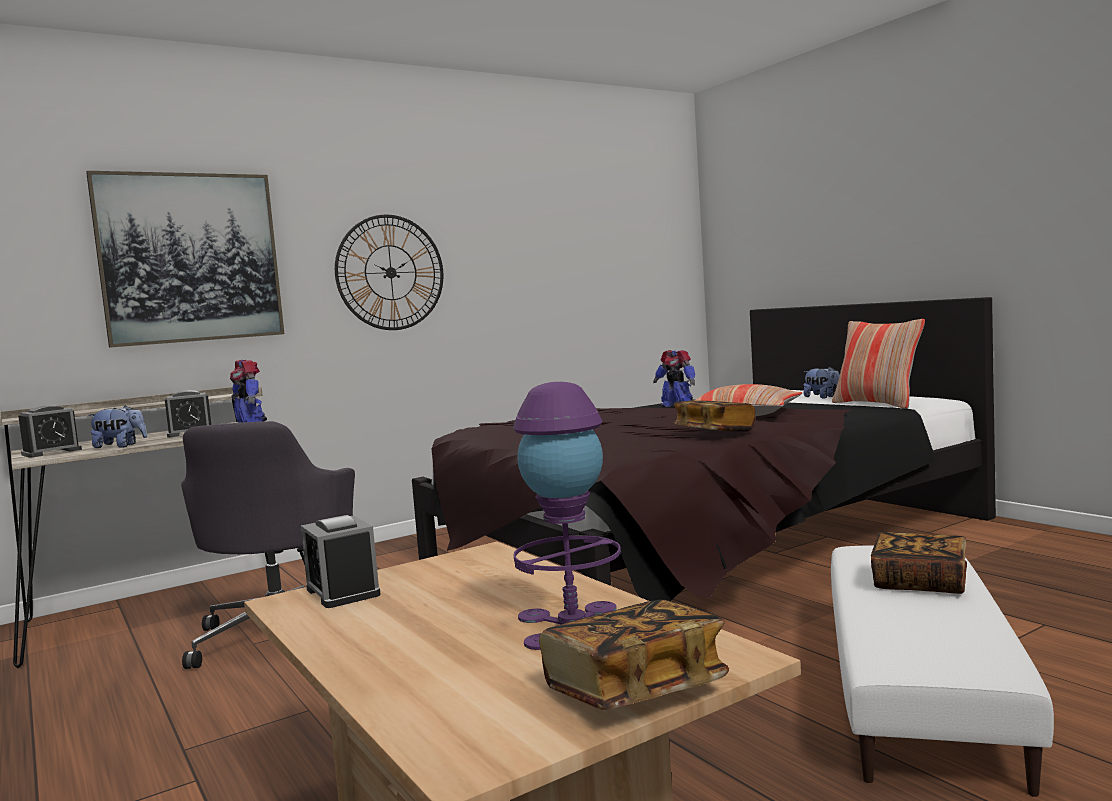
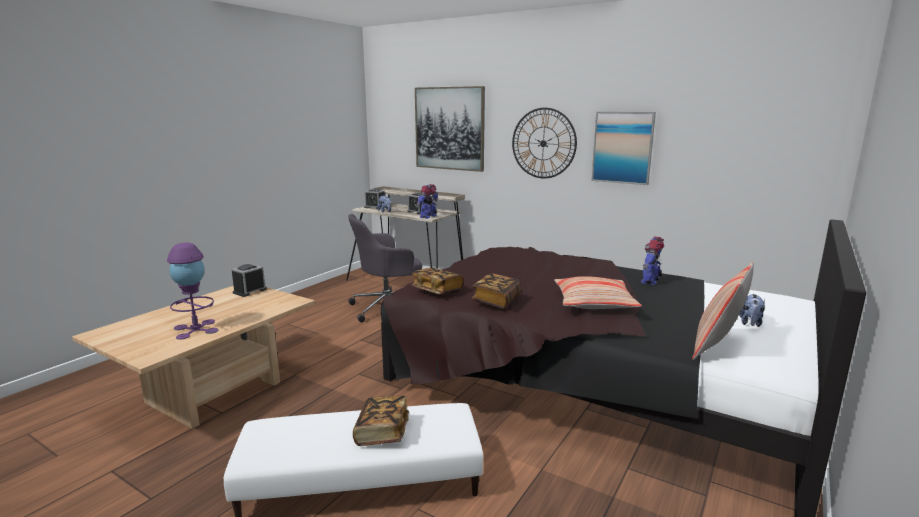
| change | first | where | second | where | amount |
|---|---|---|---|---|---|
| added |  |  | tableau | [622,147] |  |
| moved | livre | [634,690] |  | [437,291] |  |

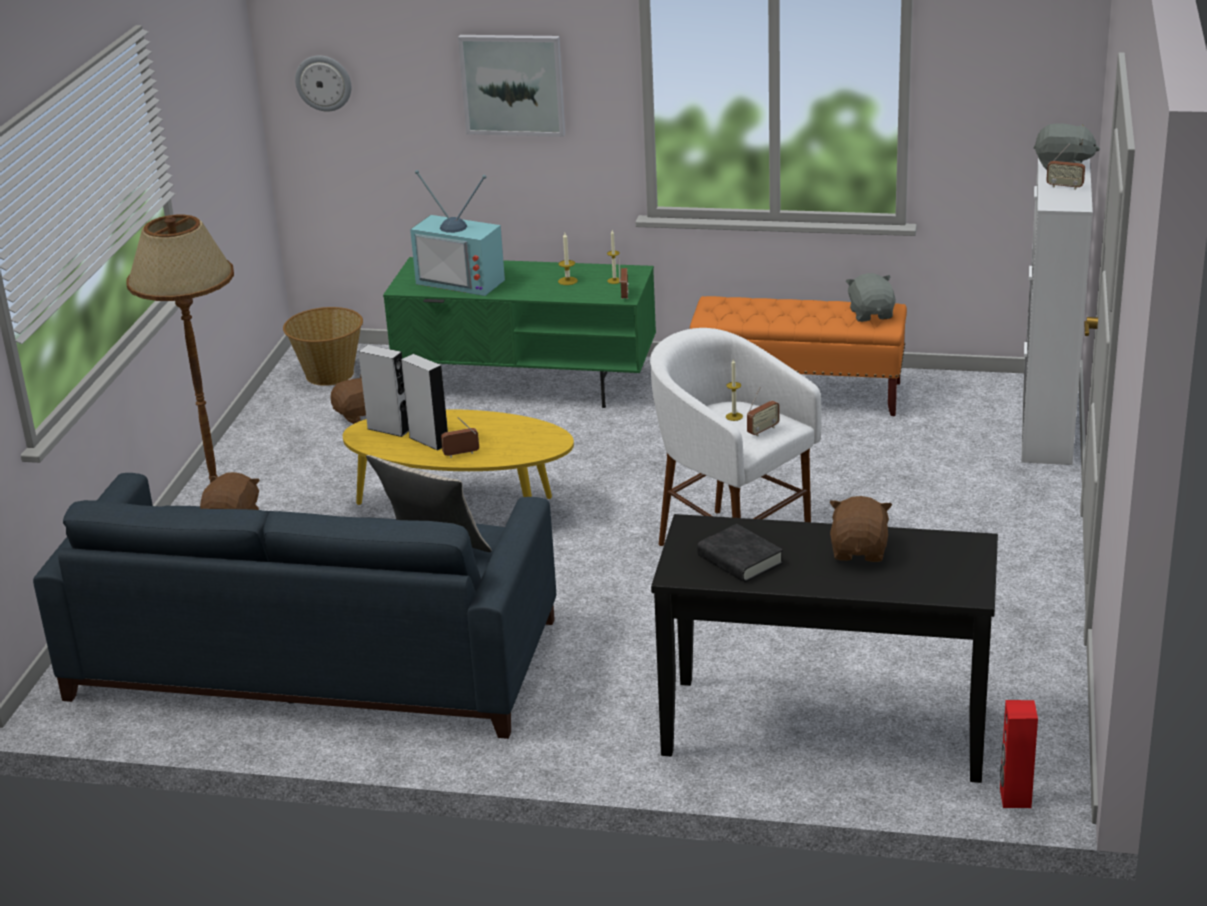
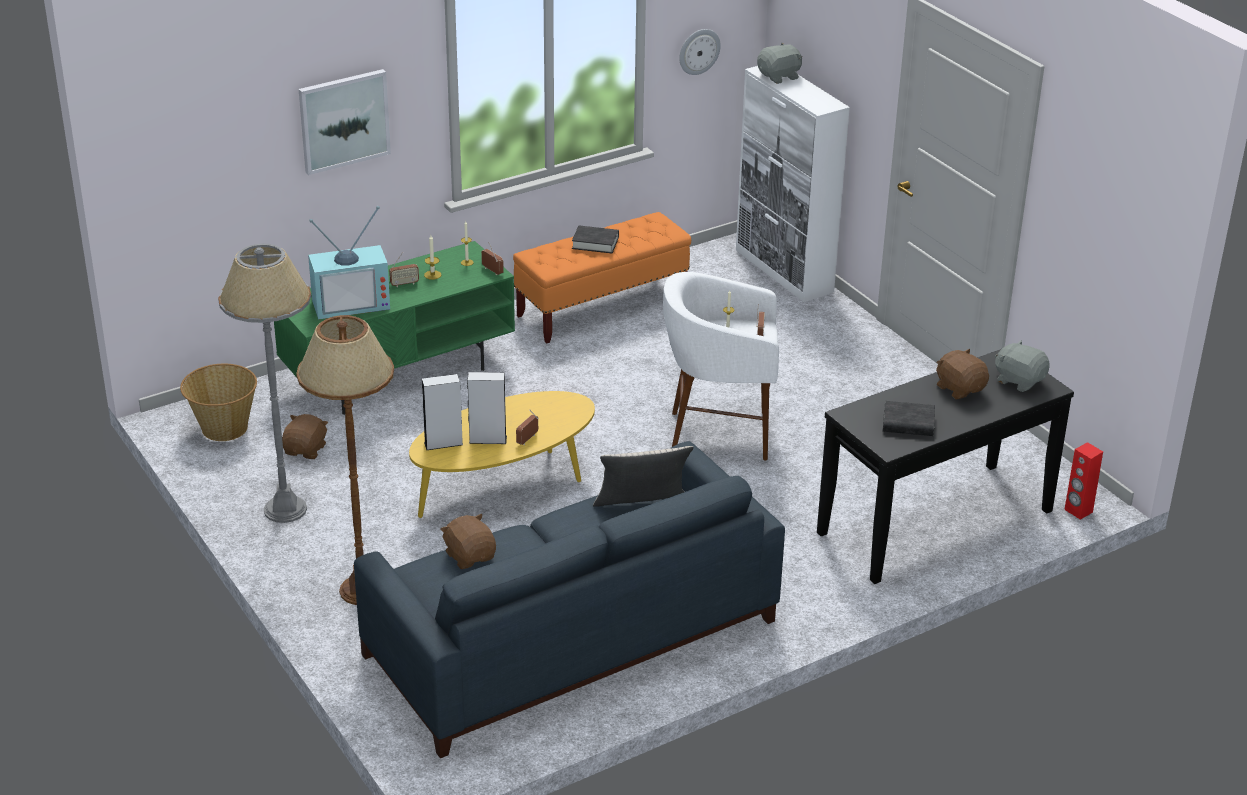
| change | first | where | second | where | amount |
|---|---|---|---|---|---|
| added |  |  | lampadaire [gris] | [285,509] |  |
| added |  |  | livre [noir] | [595,243] |  |
| moved | horloge murale | [324,82] |  | [699,51] |  |
| moved | peluche [gris] | [871,314] |  | [1019,380] |  |
| moved | radio | [1064,187] |  | [404,284] |  |

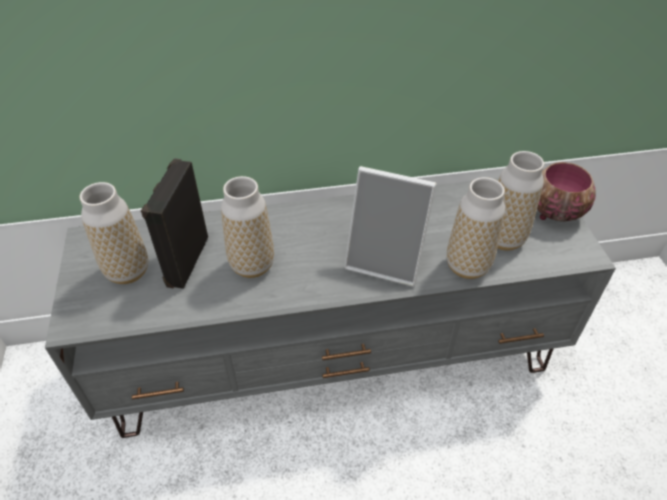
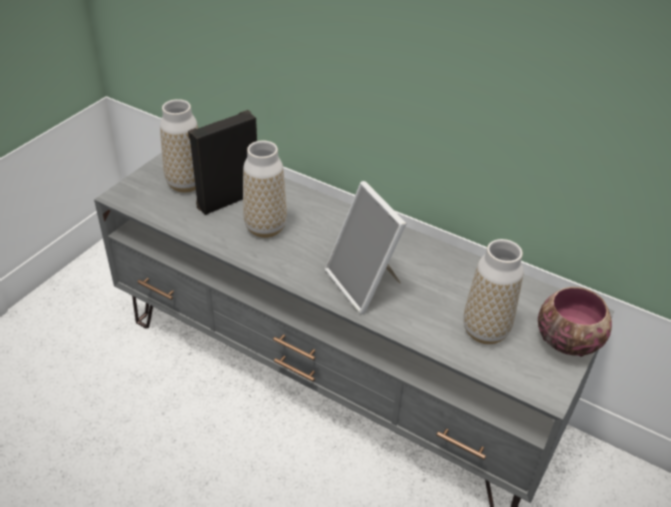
| change | first | where | second | where | amount |
|---|---|---|---|---|---|
| removed | vase | [467,266] |  |  |  |

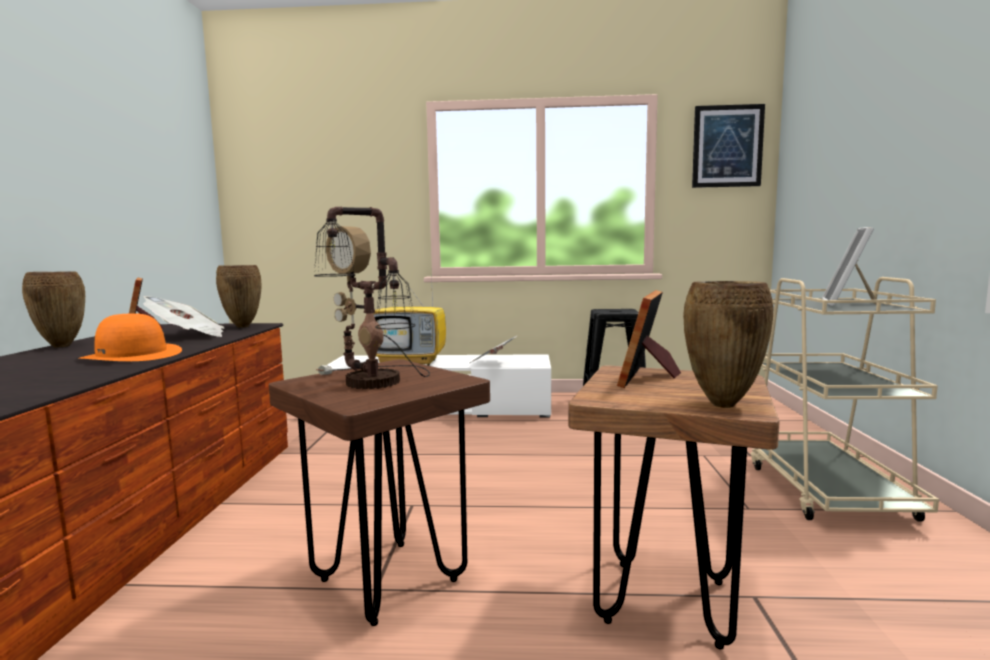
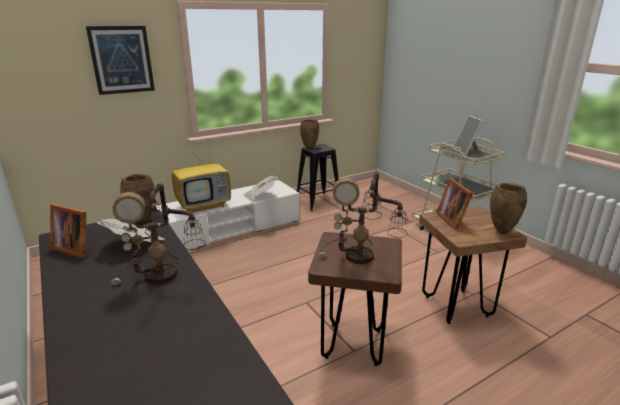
| change | first | where | second | where | amount |
|---|---|---|---|---|---|
| moved | vase [marron] | [62,346] |  | [309,149] |  |
| moved | tableau | [727,146] |  | [121,60] |  |
| replaced | chapeau [orange] | [132,355] | lampe de table | [163,276] |  |

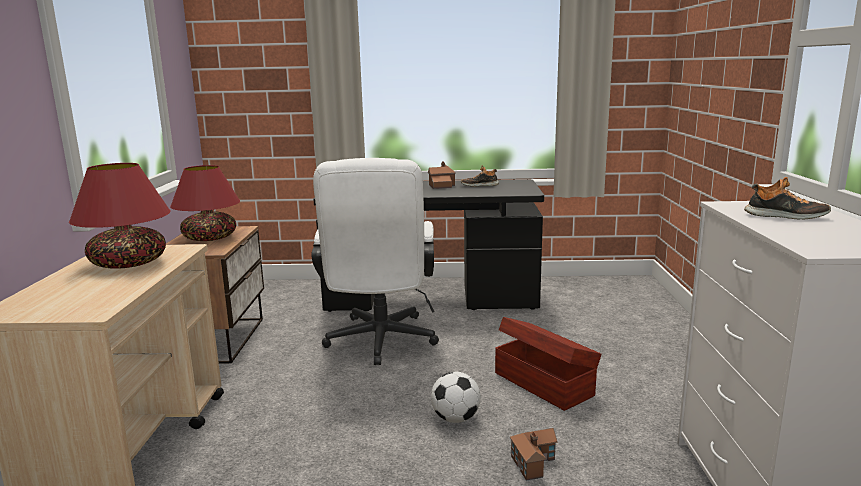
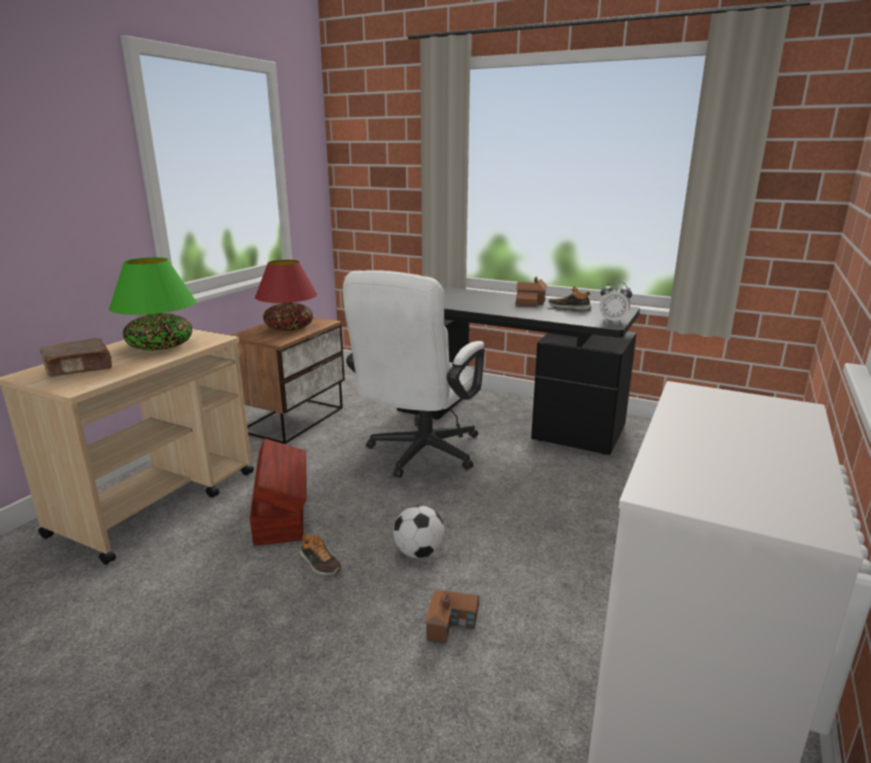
| change | first | where | second | where | amount |
|---|---|---|---|---|---|
| added |  |  | livre [marron] | [80,368] |  |
| added |  |  | réveil | [613,321] |  |
| moved | boîte de rangement [marron] | [543,383] |  | [282,513] |  |
| moved | chaussure | [786,216] |  | [319,564] |  |
| recoloured | lampe de table [rouge] | [129,263] | lampe de table [vert] | [160,346] |  |

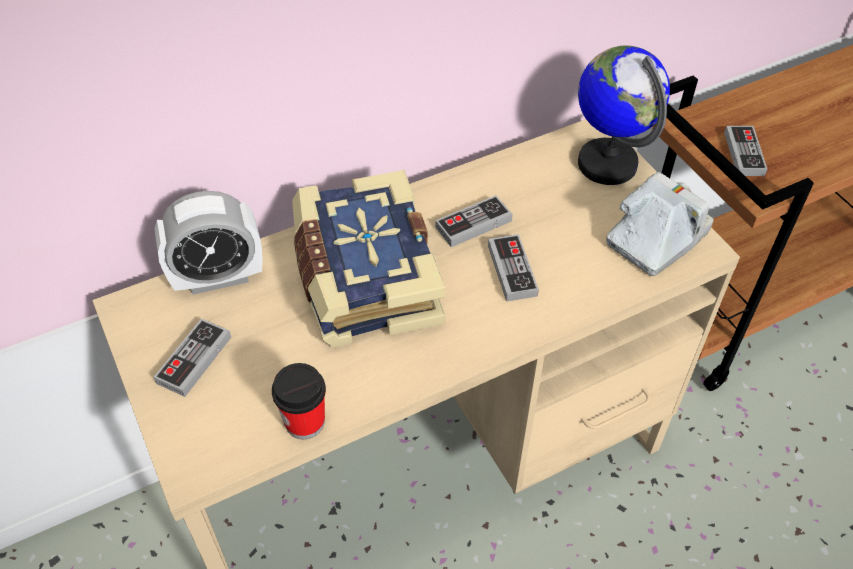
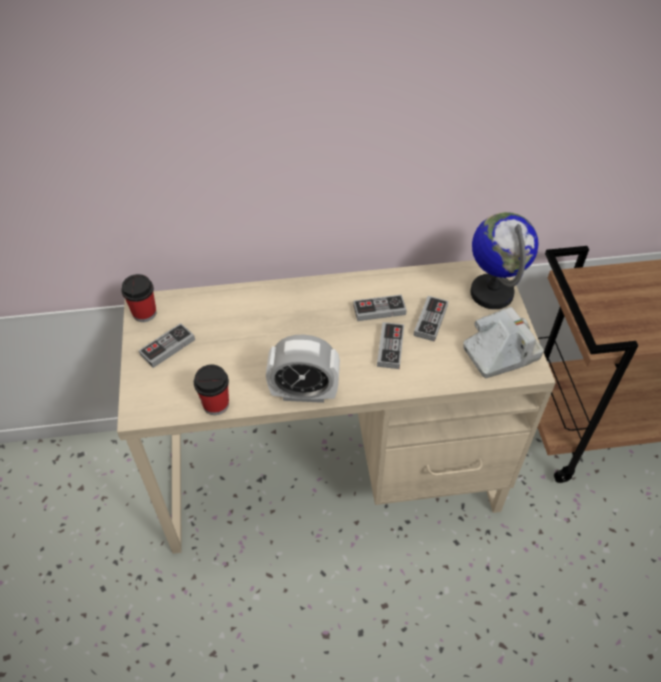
| change | first | where | second | where | amount |
|---|---|---|---|---|---|
| removed | livre | [364,278] |  |  |  |
| added |  |  | tasse | [144,313] |  |
| moved | réveil | [218,277] |  | [304,393] |  |
| moved | manette | [744,153] |  | [430,320] |  |

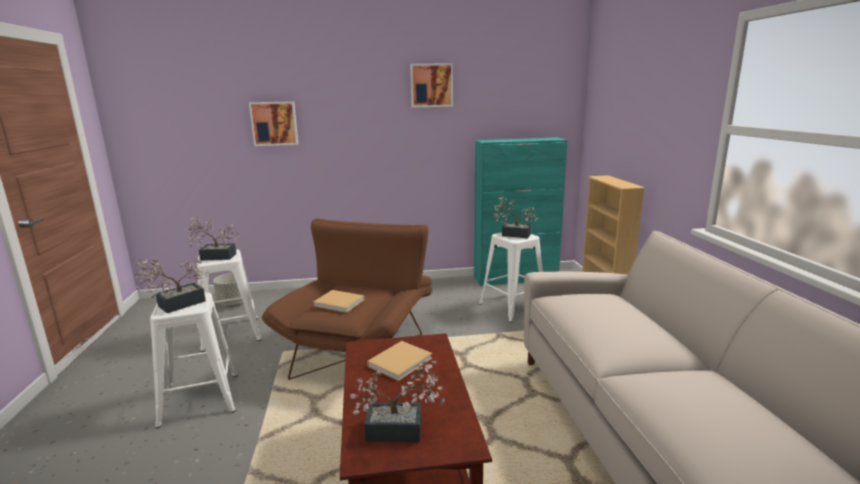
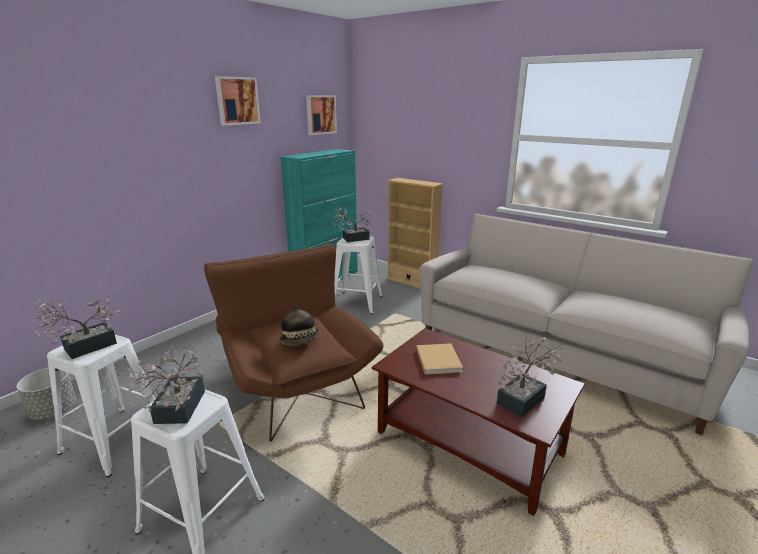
| change | first | where | second | where | amount |
|---|---|---|---|---|---|
| moved | tableau | [274,123] |  | [320,114] |  |
| replaced | livre [beige] | [340,303] | chapeau | [300,341] |  |

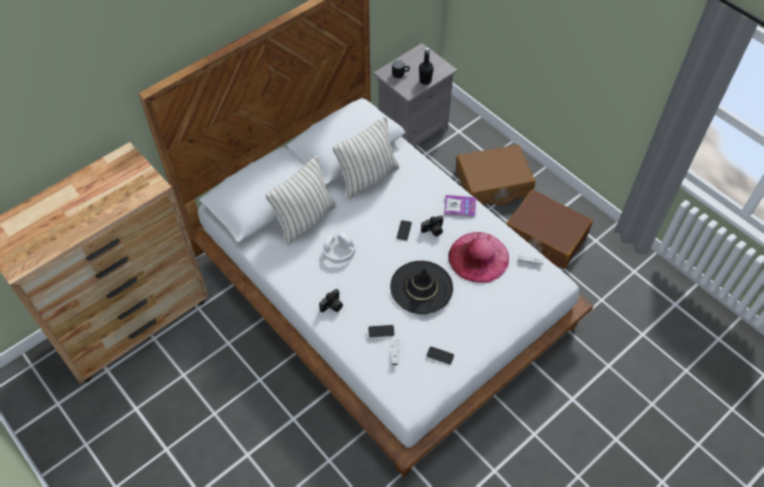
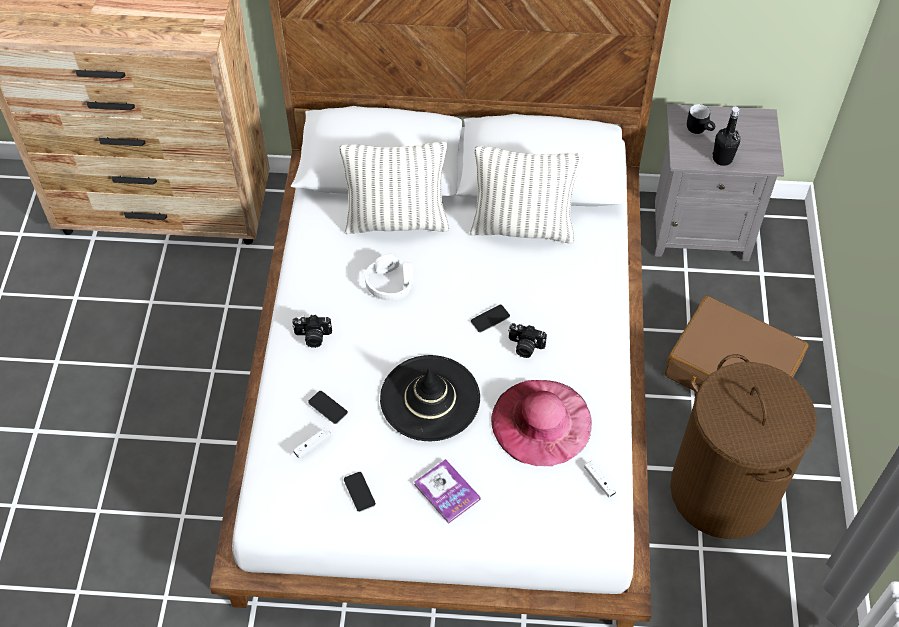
| change | first | where | second | where | amount |
|---|---|---|---|---|---|
| moved | livre | [460,207] |  | [447,492] |  |
| replaced | valise [marron] | [545,236] | panier à linge [marron] | [724,491] |  |

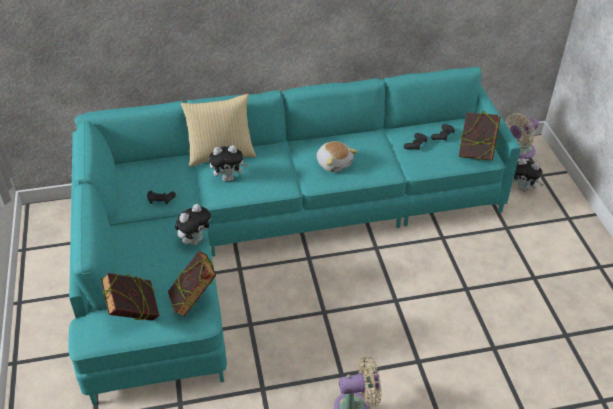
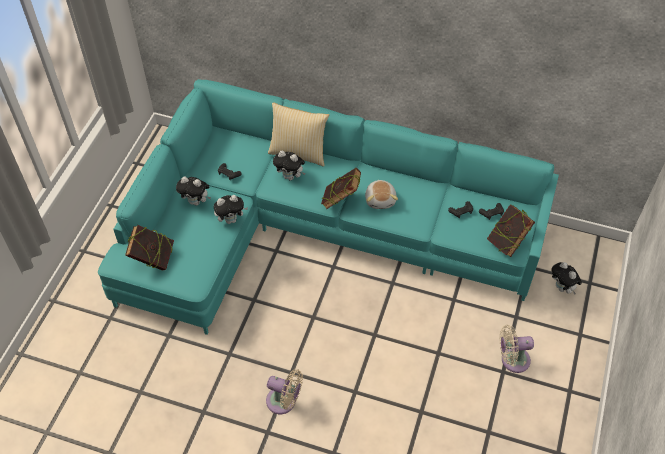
| change | first | where | second | where | amount |
|---|---|---|---|---|---|
| added |  |  | peluche | [196,202] |  |
| moved | livre | [194,301] |  | [341,201] |  |
| moved | ventilateur [beige] | [519,151] |  | [512,360] |  |

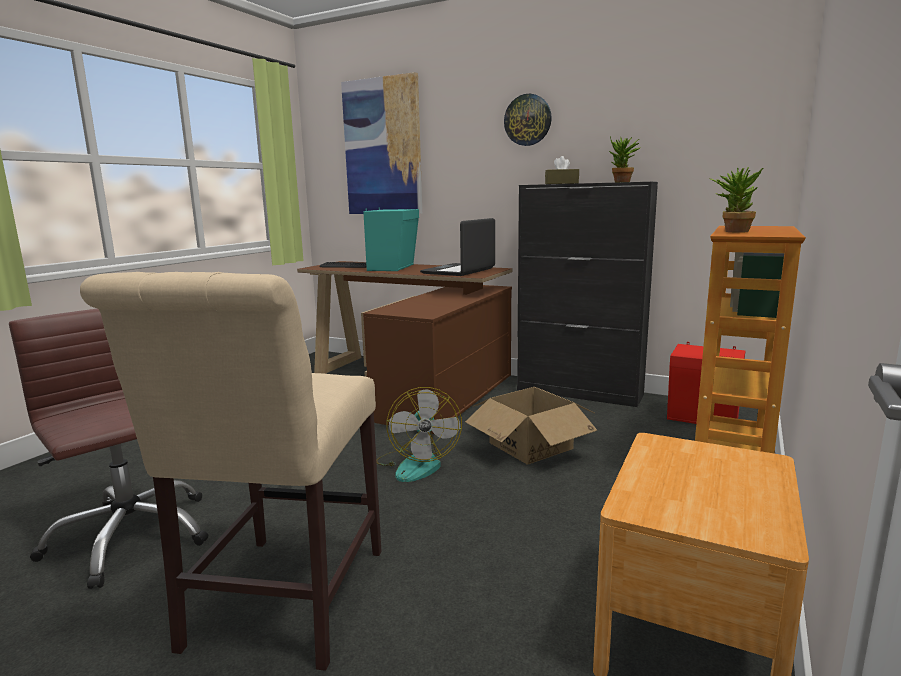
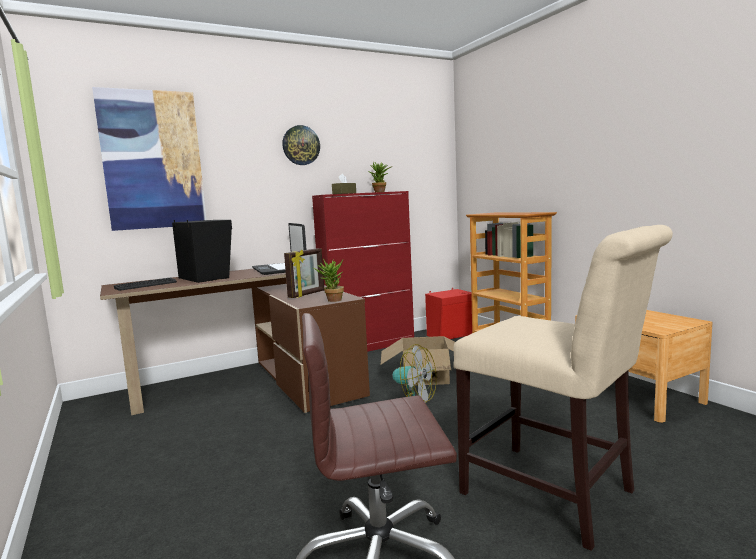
| change | first | where | second | where | amount |
|---|---|---|---|---|---|
| added |  |  | cadre photo | [307,294] |  |
| moved | plante en pot | [731,231] |  | [331,300] |  |
| recoloured | enceinte [turquoise] | [394,267] | enceinte [noir] | [206,277] |  |
| recoloured | meuble de rangement [noir] | [580,392] | meuble de rangement [rouge] | [370,346] |  |

